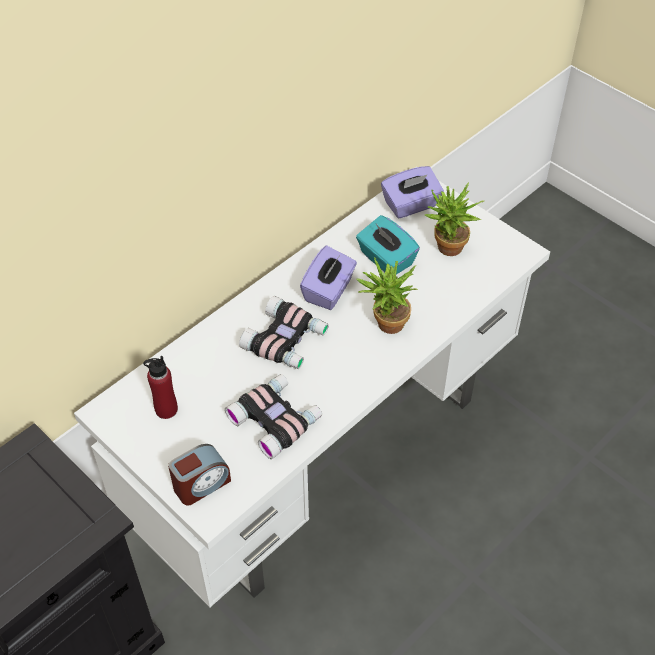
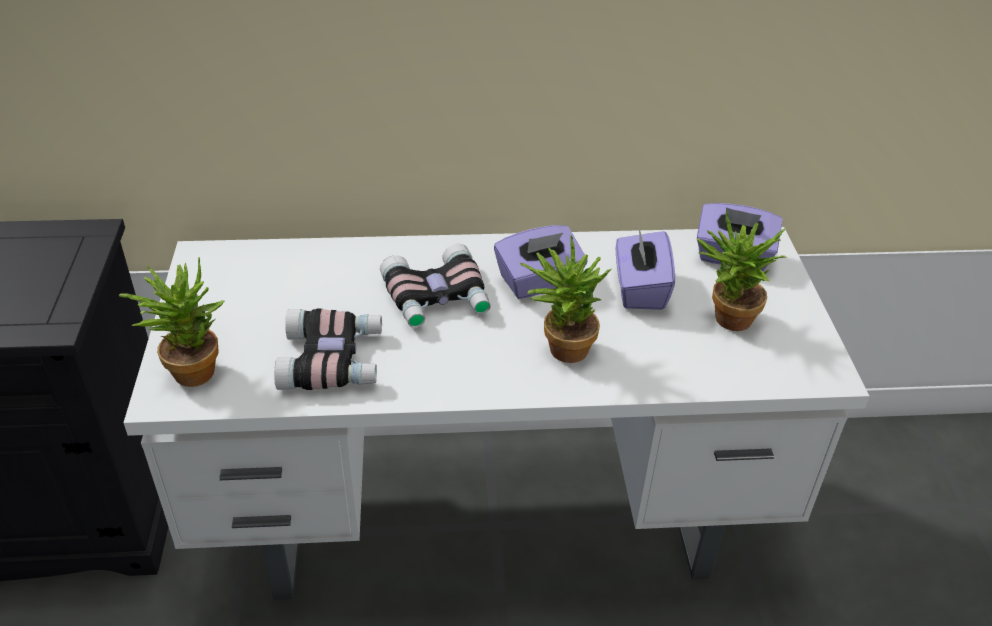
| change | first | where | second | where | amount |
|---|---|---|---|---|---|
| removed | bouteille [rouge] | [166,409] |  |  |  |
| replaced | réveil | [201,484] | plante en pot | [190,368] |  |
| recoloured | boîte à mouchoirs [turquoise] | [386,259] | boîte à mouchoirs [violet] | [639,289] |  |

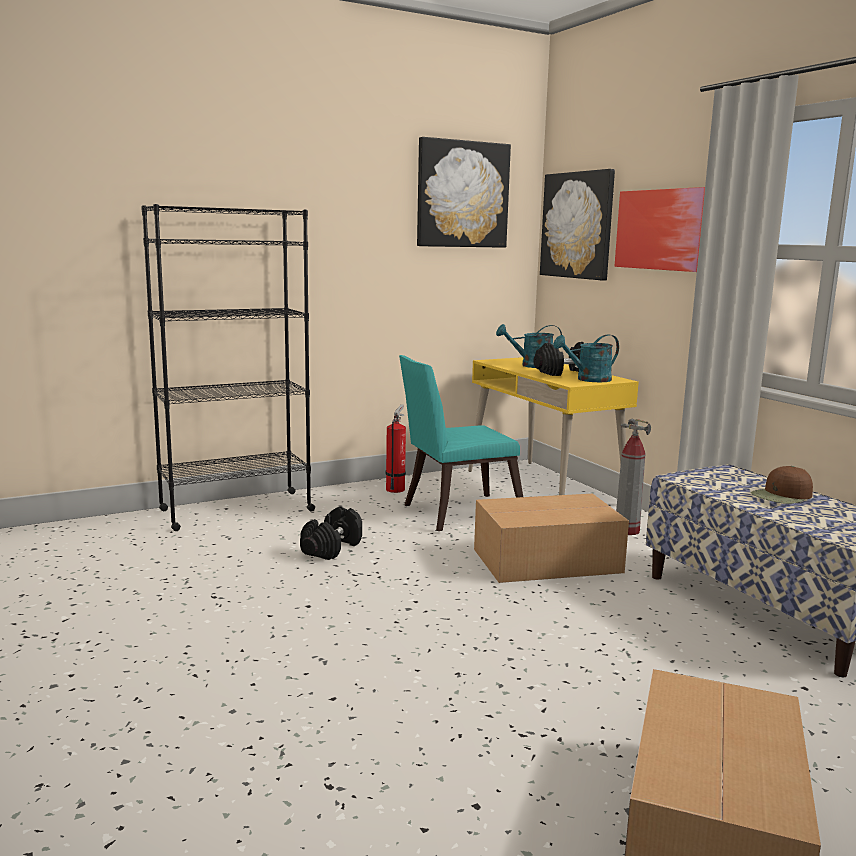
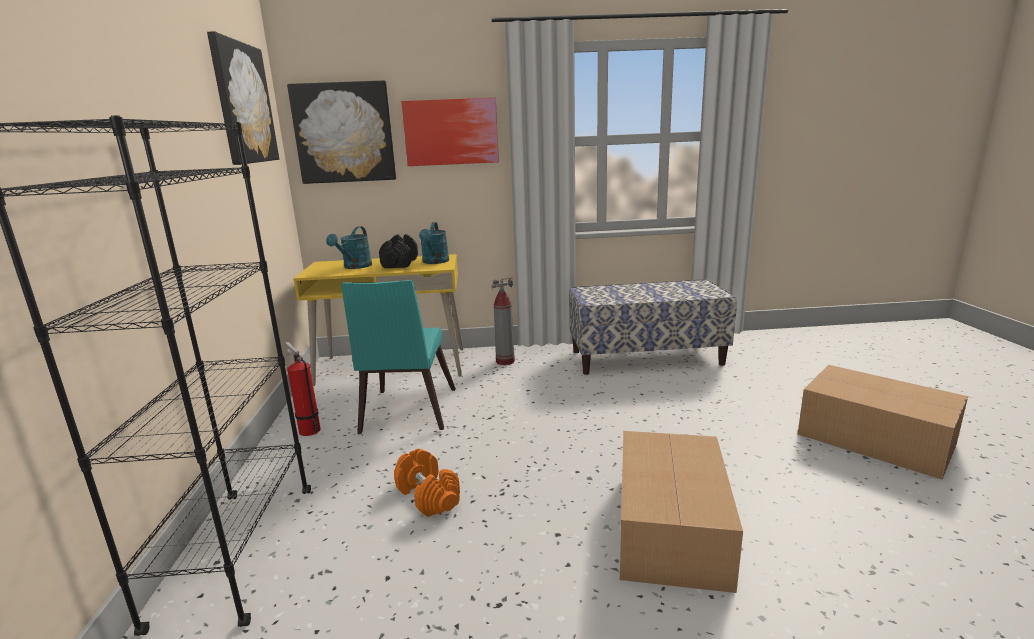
| change | first | where | second | where | amount |
|---|---|---|---|---|---|
| removed | casquette [marron] | [782,495] |  |  |  |
| moved | carton | [544,560] |  | [670,530] |  |
| recoloured | haltère [noir] | [332,548] | haltère [orange] | [428,496] |  |

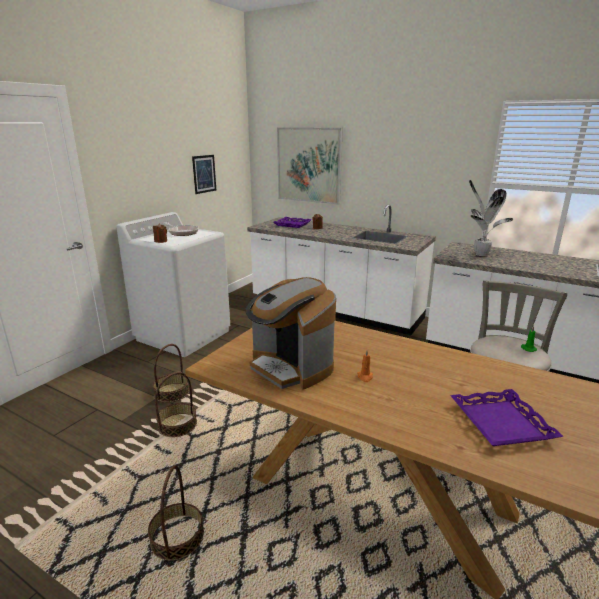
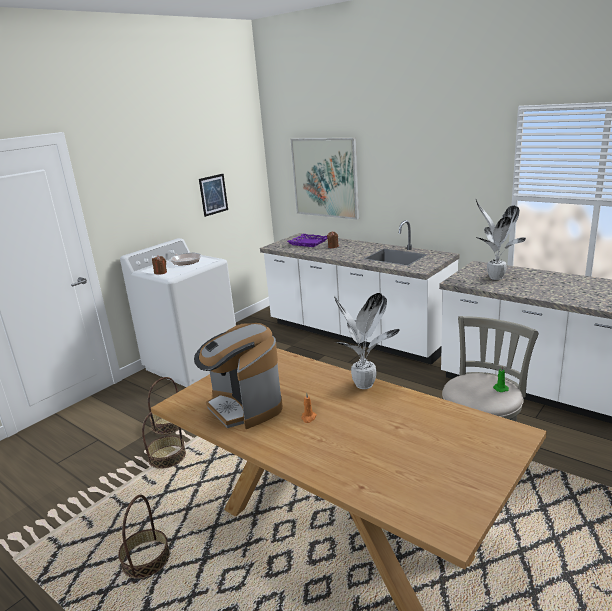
| change | first | where | second | where | amount |
|---|---|---|---|---|---|
| removed | plateau [violet] | [502,423] |  |  |  |
| added |  |  | plante en pot | [365,386] |  |

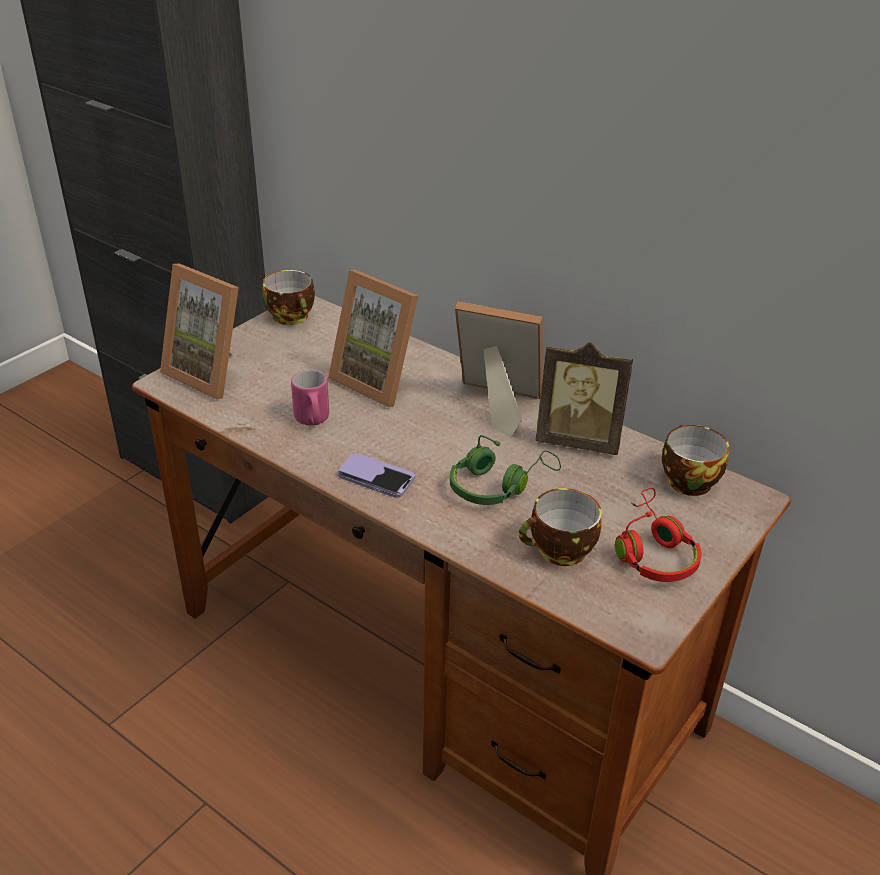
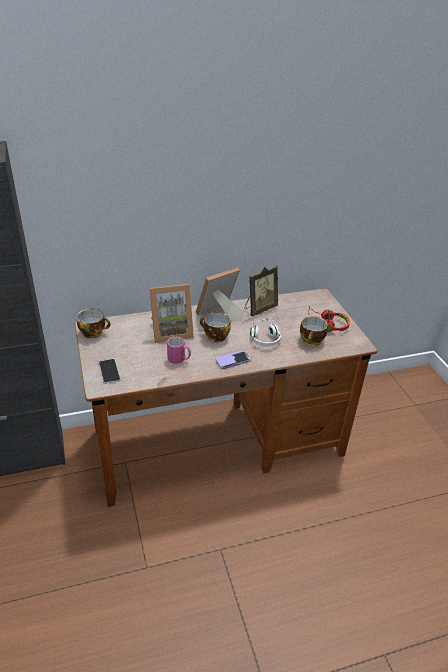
| change | first | where | second | where | amount |
|---|---|---|---|---|---|
| moved | tasse | [686,480] |  | [214,336] |  |
| replaced | cadre photo | [212,373] | téléphone | [109,371] |  |
| recoloured | casque audio [vert] | [498,485] | casque audio [blanc] | [265,336] |  |

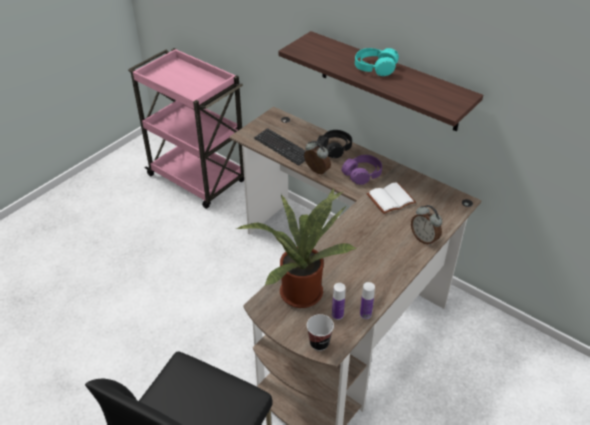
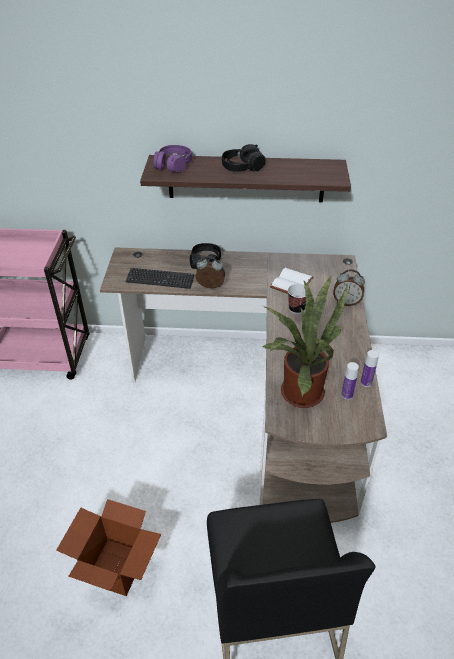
| change | first | where | second | where | amount |
|---|---|---|---|---|---|
| added |  |  | carton | [116,566] |  |
| moved | tasse | [319,343] |  | [296,309] |  |
| moved | casque audio [violet] | [362,174] |  | [173,165] |  |
| recoloured | casque audio [turquoise] | [375,68] | casque audio [noir] | [242,167] |  |

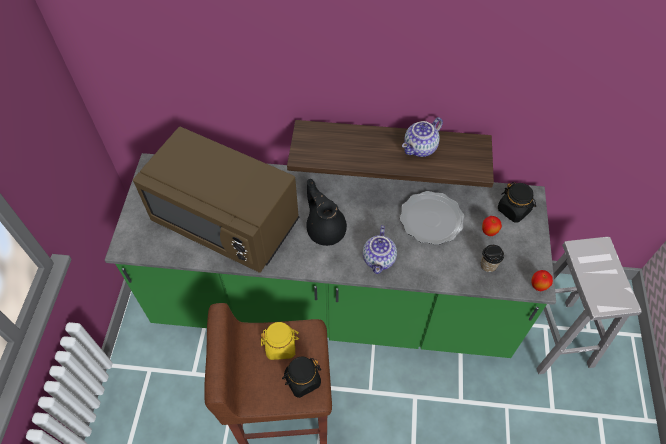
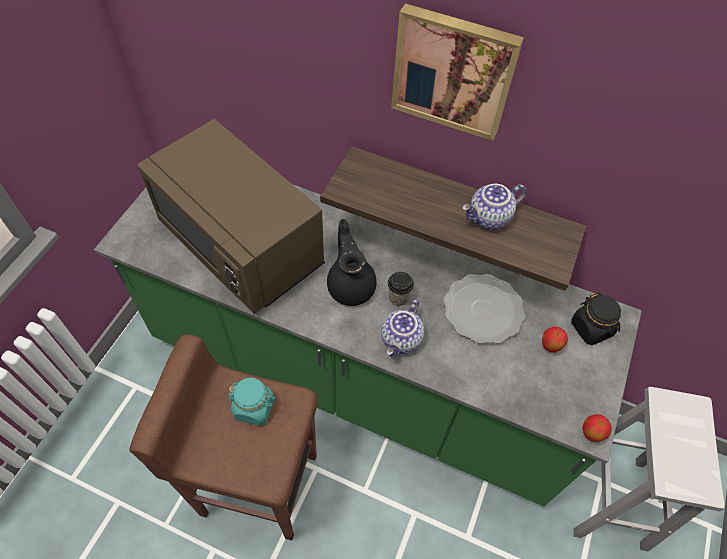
| change | first | where | second | where | amount |
|---|---|---|---|---|---|
| removed | bocal [noir] | [302,380] |  |  |  |
| added |  |  | tableau | [453,71] |  |
| moved | tasse | [488,265] |  | [398,298] |  |
| recoloured | bocal [jaune] | [281,346] | bocal [turquoise] | [254,407] |  |

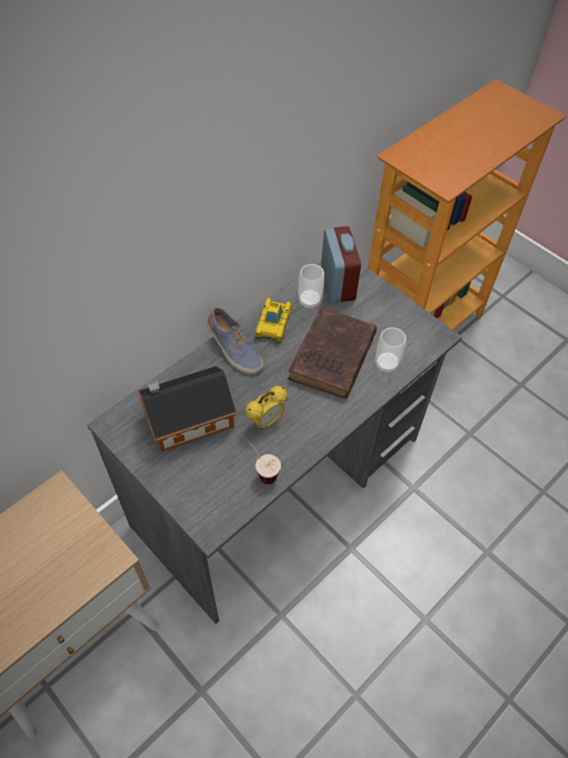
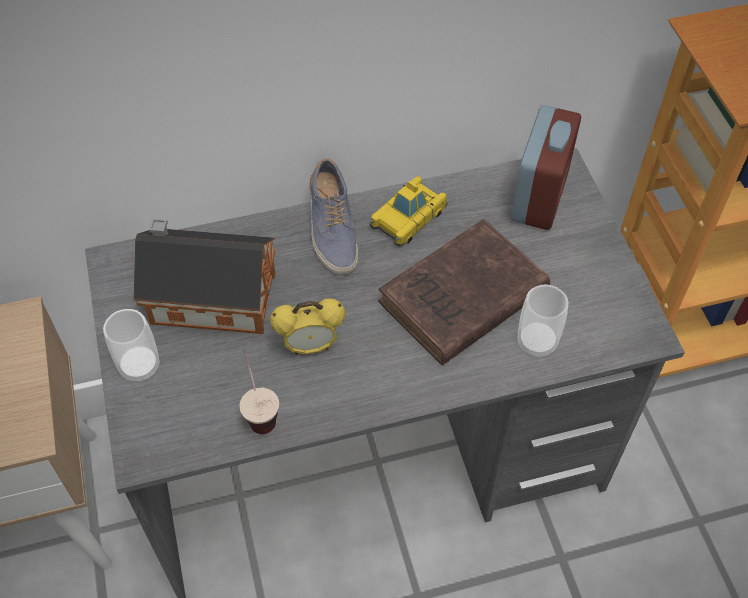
| change | first | where | second | where | amount |
|---|---|---|---|---|---|
| moved | tasse | [310,301] |  | [140,366] |  |

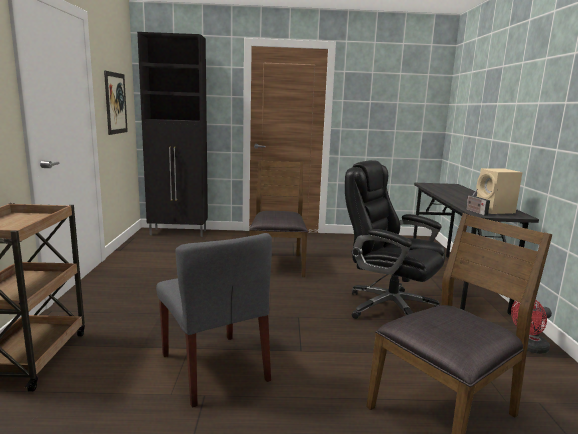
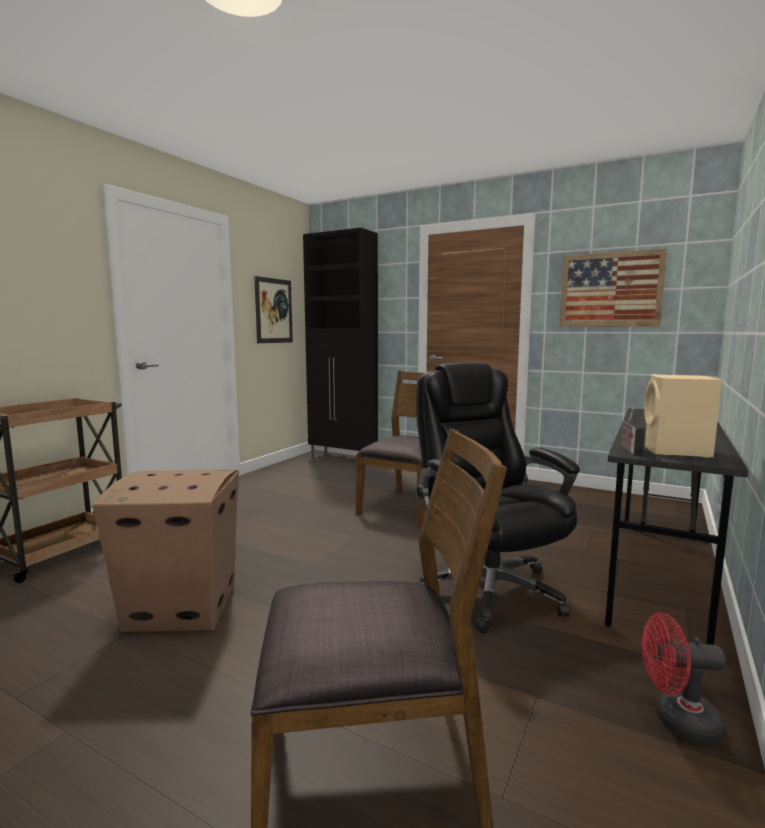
| change | first | where | second | where | amount |
|---|---|---|---|---|---|
| added |  |  | tableau | [610,290] |  |
| replaced | chaise [gris] | [215,368] | carton | [180,606] |  |

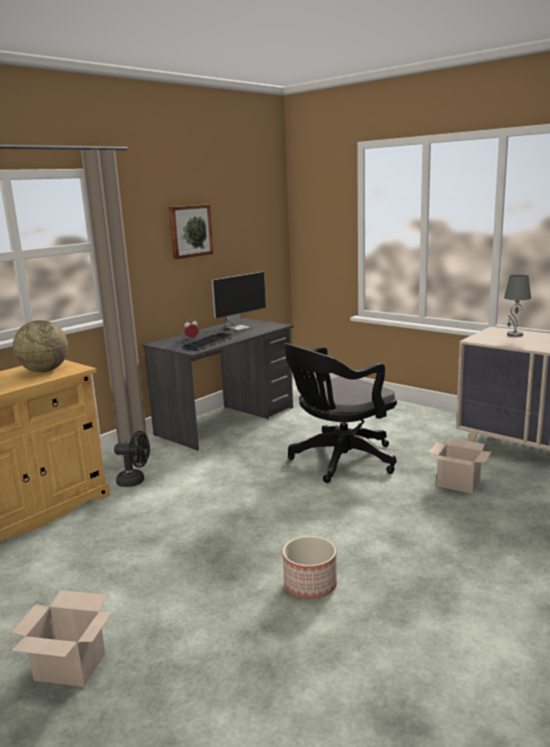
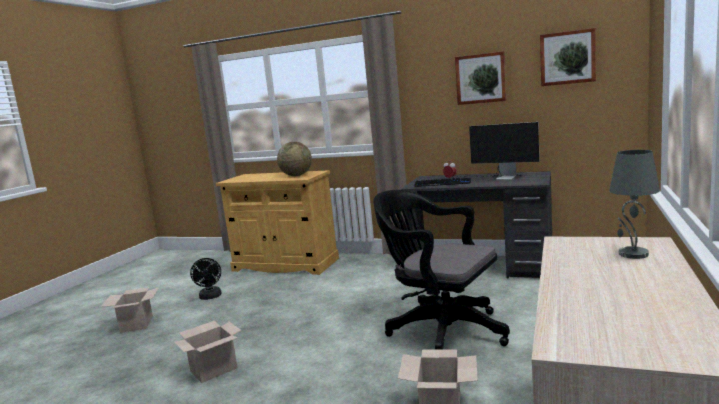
| change | first | where | second | where | amount |
|---|---|---|---|---|---|
| added |  |  | tableau | [567,57] |  |
| moved | ventilateur [noir] | [135,481] |  | [210,297] |  |
| replaced | cache-pot | [309,585] | carton | [214,369] |  |

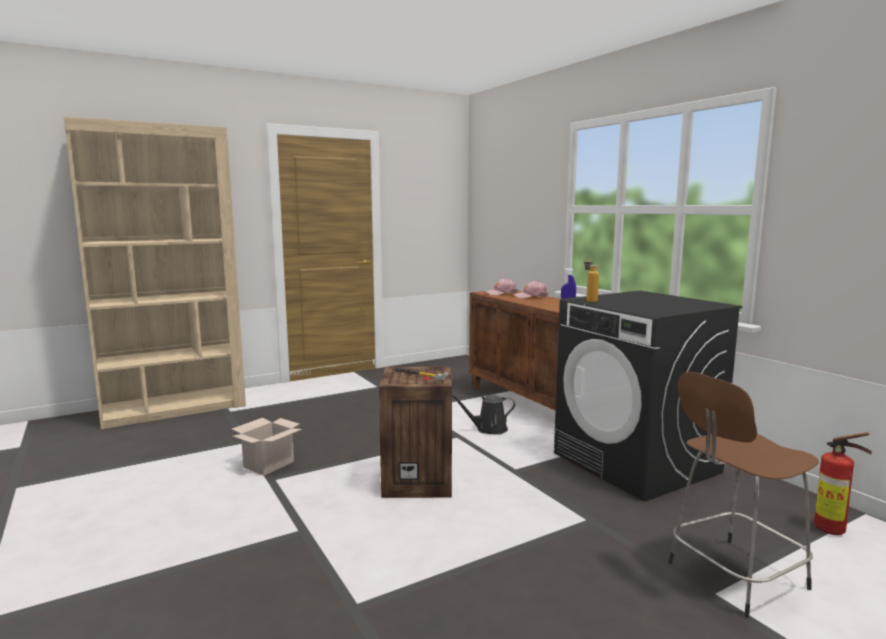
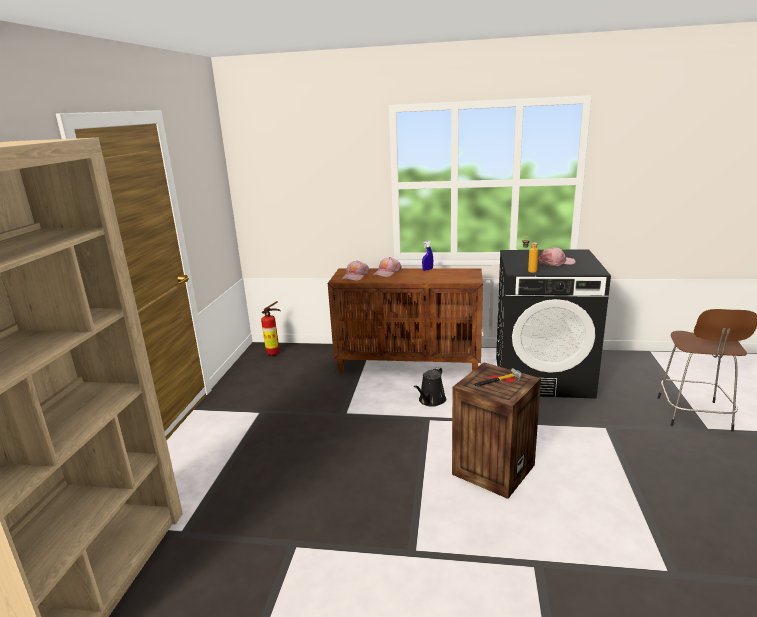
| change | first | where | second | where | amount |
|---|---|---|---|---|---|
| removed | carton | [269,464] |  |  |  |
| added |  |  | casquette [rose] | [556,262] |  |
| moved | extincteur | [834,531] |  | [275,353] |  |

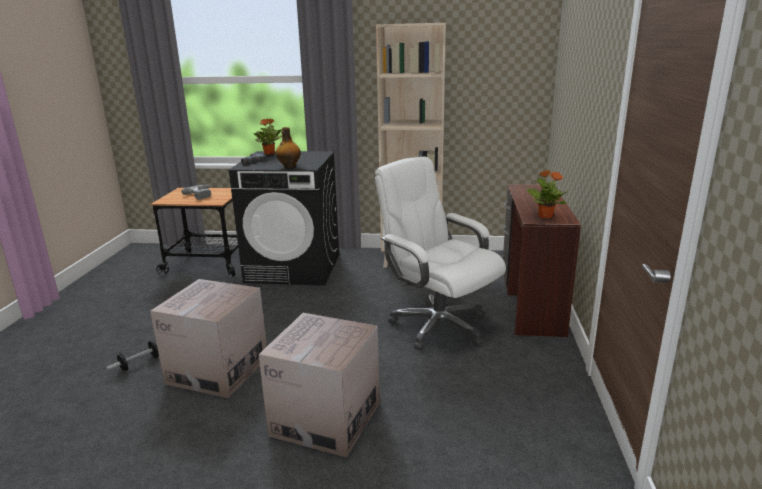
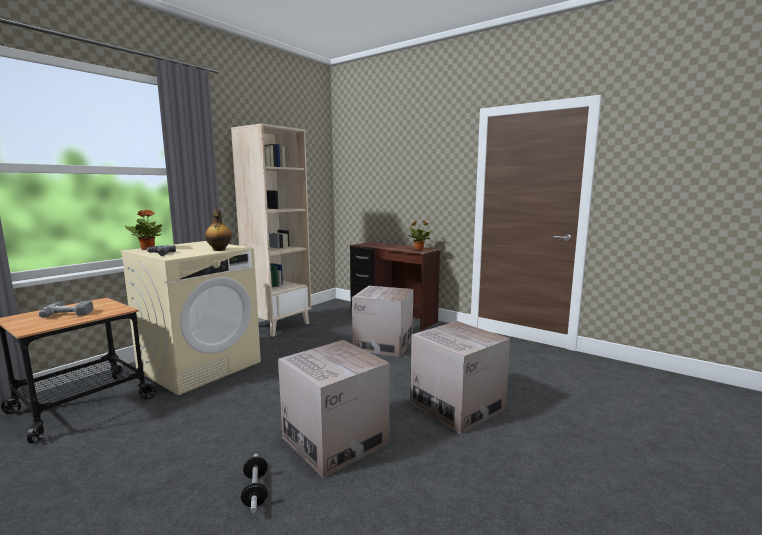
| change | first | where | second | where | amount |
|---|---|---|---|---|---|
| replaced | chaise de bureau [blanc] | [438,325] | carton | [383,344] |  |
| recoloured | lave-linge [noir] | [294,268] | lave-linge [beige] | [200,366] |  |

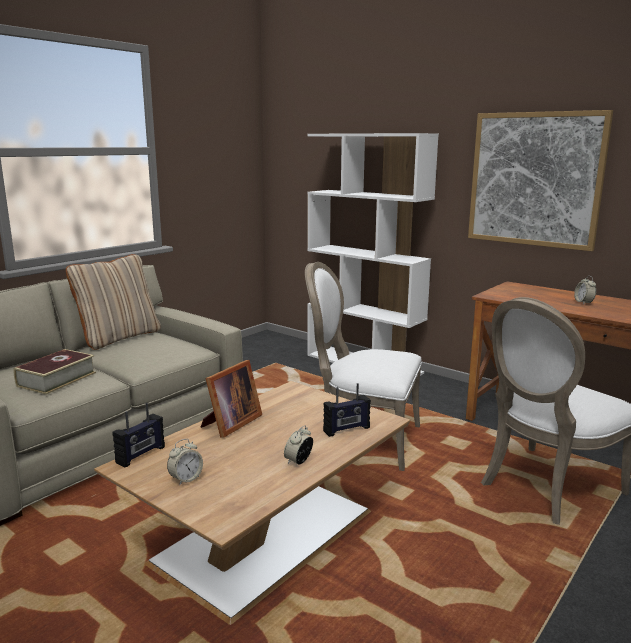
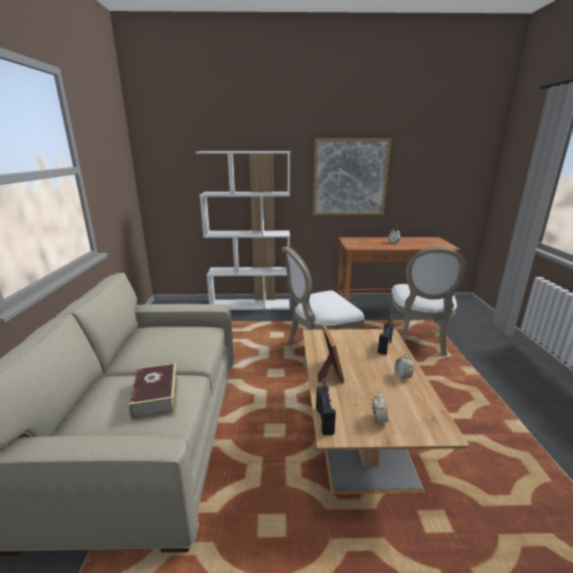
| change | first | where | second | where | amount |
|---|---|---|---|---|---|
| removed | coussin [beige] | [119,337] |  |  |  |

